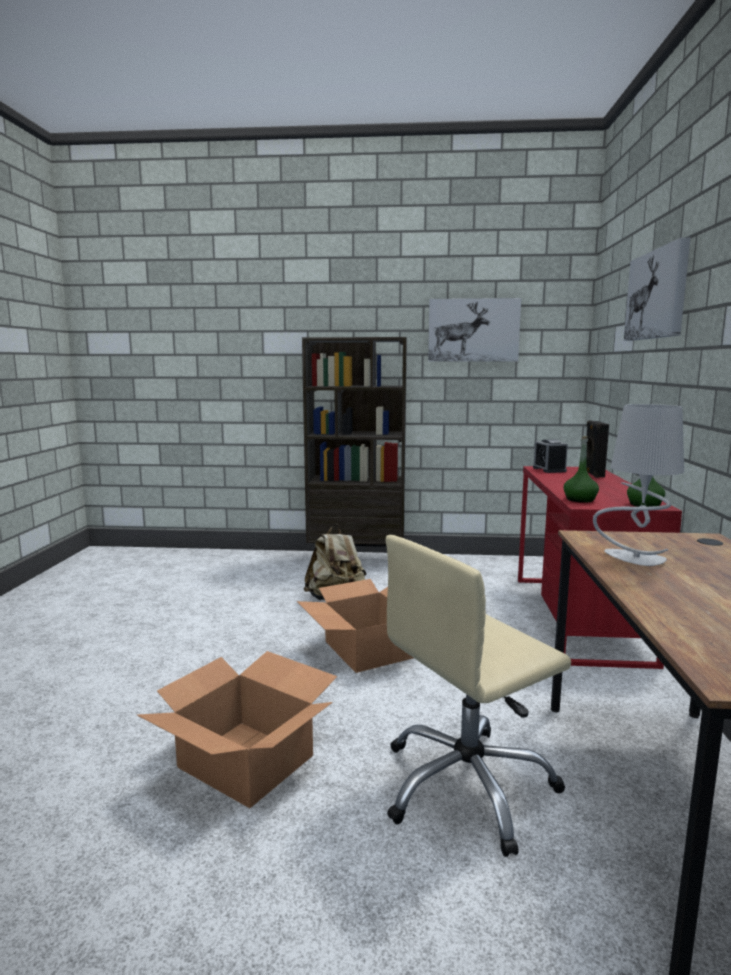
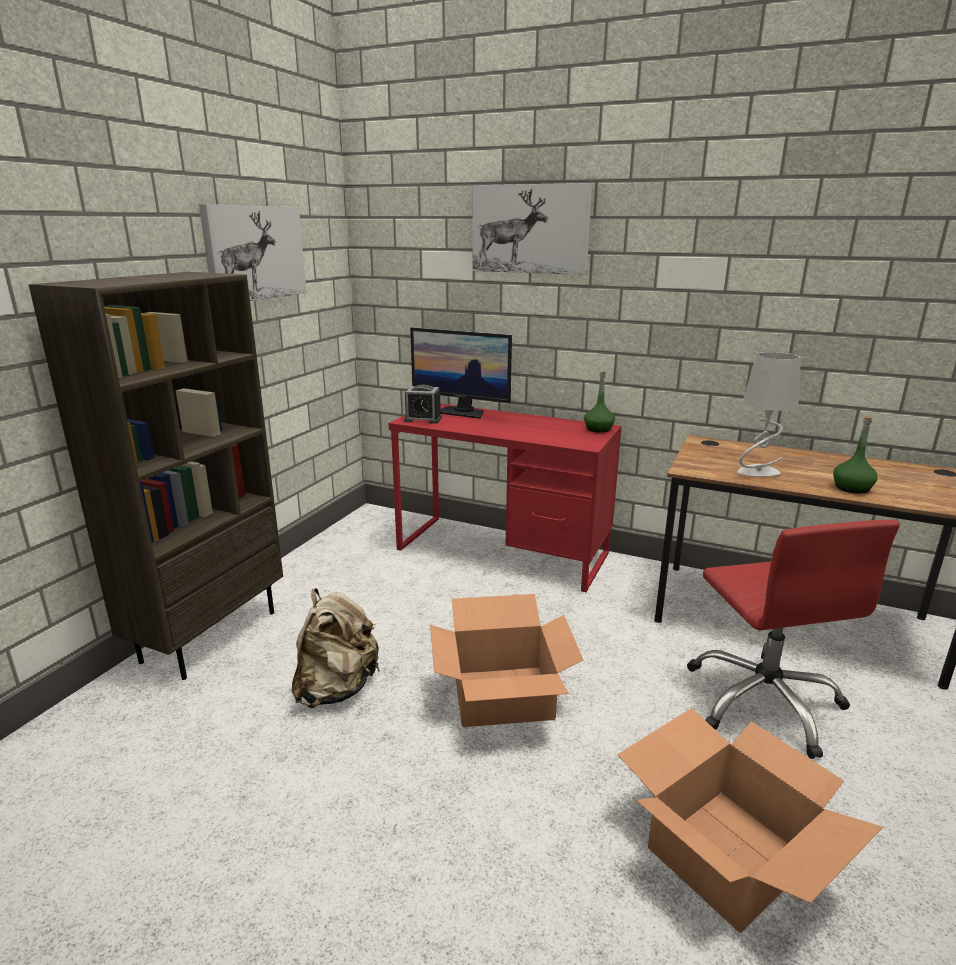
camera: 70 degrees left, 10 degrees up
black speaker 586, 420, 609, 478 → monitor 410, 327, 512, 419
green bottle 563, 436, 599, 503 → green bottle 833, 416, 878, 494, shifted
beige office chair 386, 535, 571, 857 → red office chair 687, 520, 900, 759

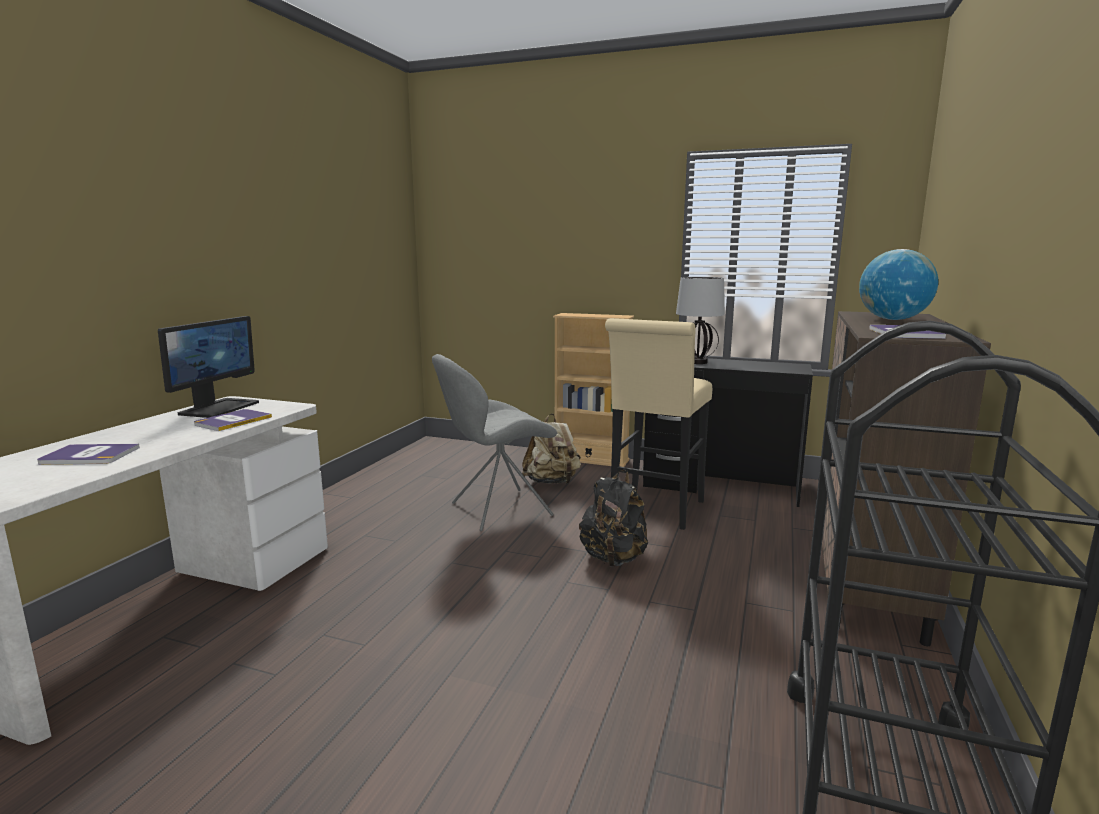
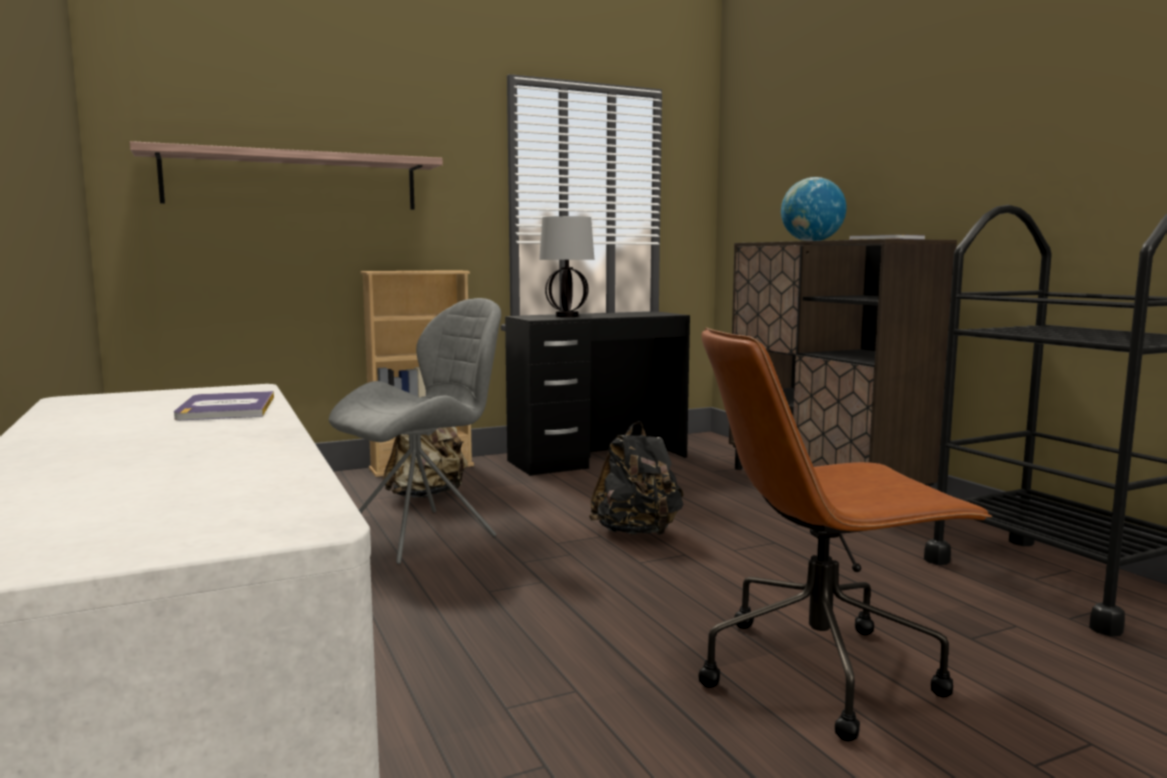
camera: 45 degrees left, 5 degrees down
monitor 158, 316, 259, 418 → -
beige stool 605, 318, 712, 530 → -
grey chair 432, 354, 557, 531 → grey chair 329, 298, 501, 564, 150 degrees counterclockwise
book 37, 444, 140, 465 → -
- → shelf 130, 141, 443, 210
- → brown office chair 699, 327, 992, 741

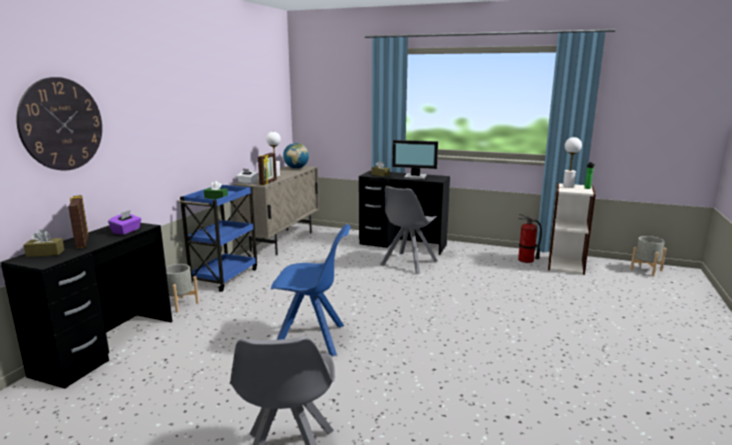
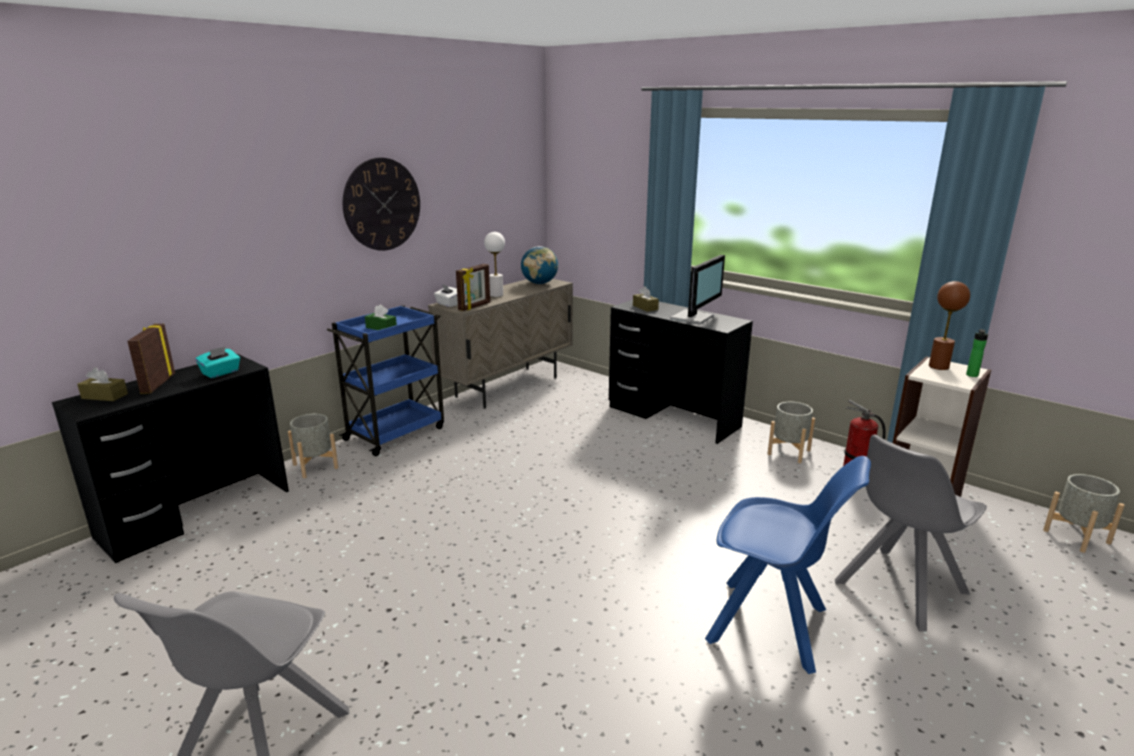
camera: 20 degrees right, 5 degrees up
wall clock 16, 77, 102, 170 → wall clock 343, 157, 420, 251, shifted
white table lamp 563, 137, 582, 188 → brown table lamp 929, 281, 970, 370
monitor 392, 140, 438, 179 → monitor 671, 255, 725, 324, 90 degrees counterclockwise
grey chair 380, 186, 438, 274 → grey chair 835, 434, 987, 632, shifted
purple tissue box 108, 210, 141, 235 → turquoise tissue box 195, 346, 240, 378
blue chair 271, 224, 351, 356 → blue chair 705, 456, 871, 674, shifted
- → grey planter 768, 402, 815, 463

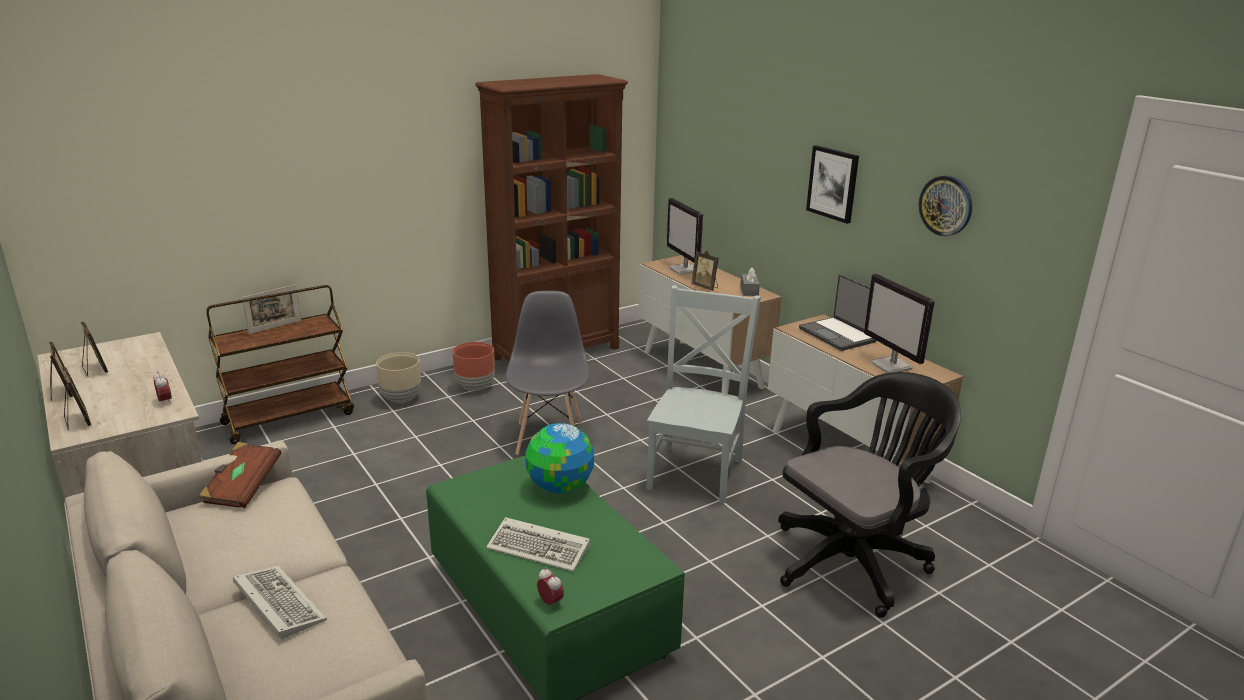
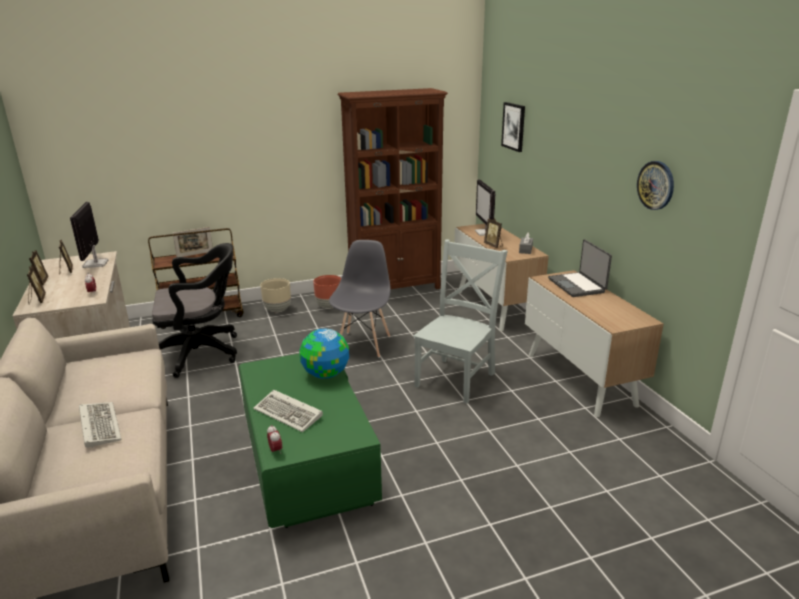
camera: 15 degrees right, 0 degrees up
picture 806, 145, 859, 224 → picture 501, 102, 525, 152, shifted
monitor 864, 274, 935, 373 → monitor 70, 202, 108, 268, shifted
black office chair 778, 372, 961, 618 → black office chair 152, 243, 237, 378, shifted
brown book 199, 442, 282, 508 → -

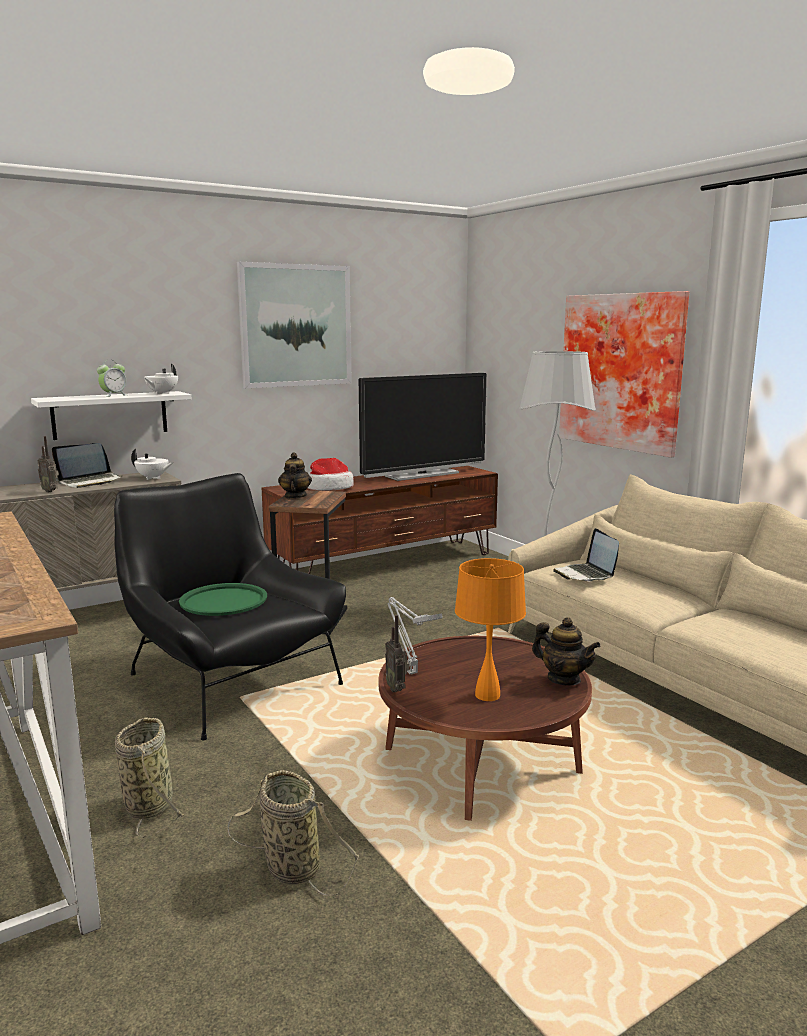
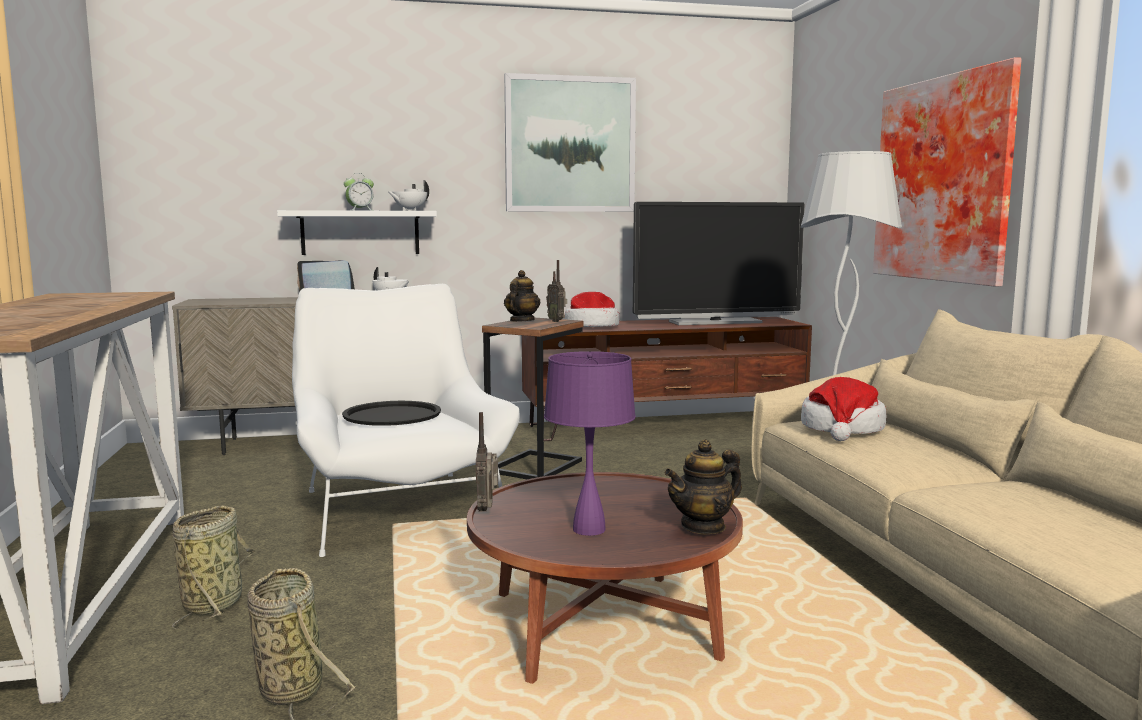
camera: 20 degrees right, 5 degrees down
radio 38, 436, 59, 493 → radio 546, 260, 567, 322, shifted
black armchair 114, 473, 346, 740 → white armchair 292, 284, 520, 557
laptop 553, 528, 619, 581 → hat 801, 377, 886, 441
orange table lamp 455, 558, 526, 701 → purple table lamp 544, 351, 636, 536
green tray 179, 583, 267, 616 → black tray 342, 401, 441, 426
grey table lamp 387, 597, 443, 674 → -
teapot 532, 617, 600, 685 → teapot 665, 439, 742, 535, 90 degrees clockwise

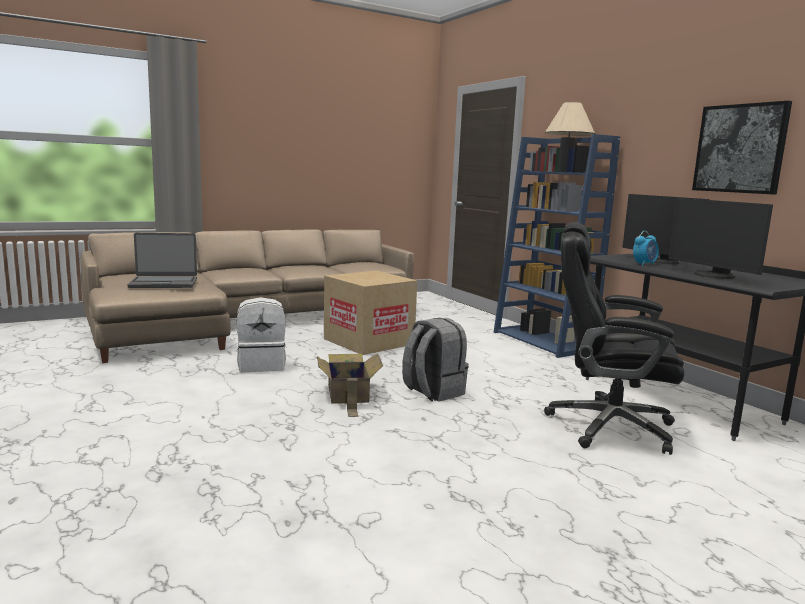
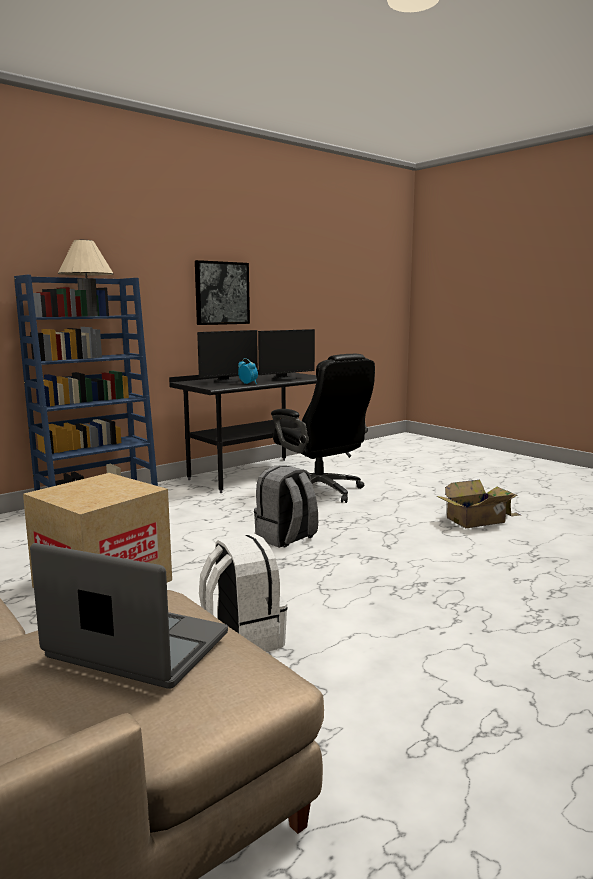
camera: 100 degrees left, 0 degrees up
black office chair 544, 222, 684, 455 → black office chair 271, 354, 375, 503, 45 degrees counterclockwise
laptop 127, 233, 197, 288 → laptop 30, 543, 228, 689, 45 degrees counterclockwise
cardboard box 317, 353, 383, 417 → cardboard box 437, 480, 521, 528, shifted

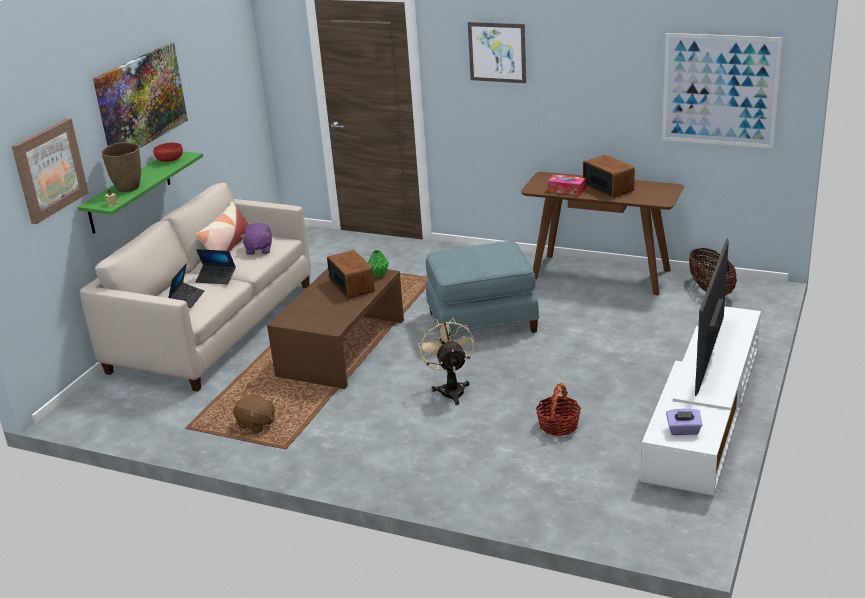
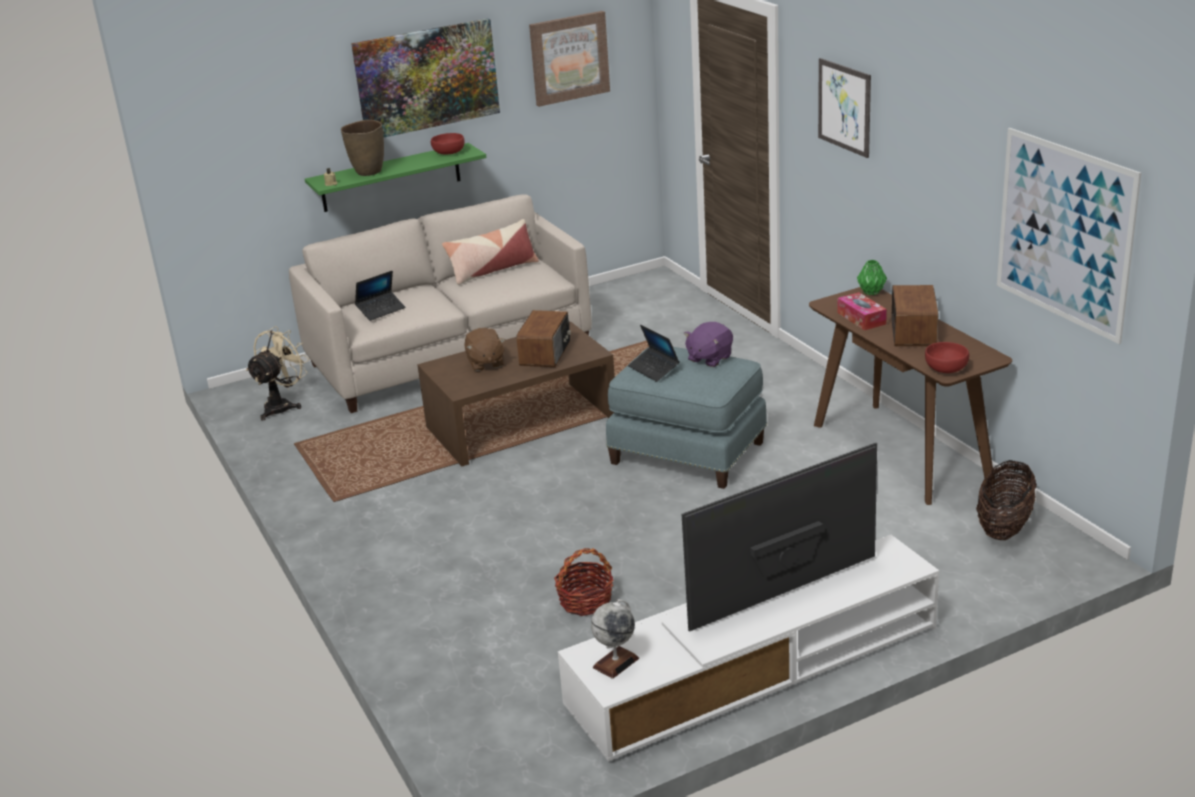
camera: 40 degrees right, 0 degrees up
picture 12, 118, 89, 224 → picture 529, 11, 610, 107, shifted
purple plush toy 241, 223, 272, 255 → purple plush toy 684, 322, 733, 367, shifted
laptop 196, 249, 236, 285 → laptop 628, 325, 680, 382, shifted
green vase 368, 250, 389, 277 → green vase 857, 260, 887, 295, shifted
beige fan 418, 318, 475, 405 → beige fan 246, 326, 310, 421, shifted
brown plush toy 233, 394, 275, 434 → brown plush toy 464, 328, 505, 371, shifted
purple tissue box 666, 409, 702, 435 → globe 591, 599, 639, 679
- → red bowl 925, 342, 969, 373

